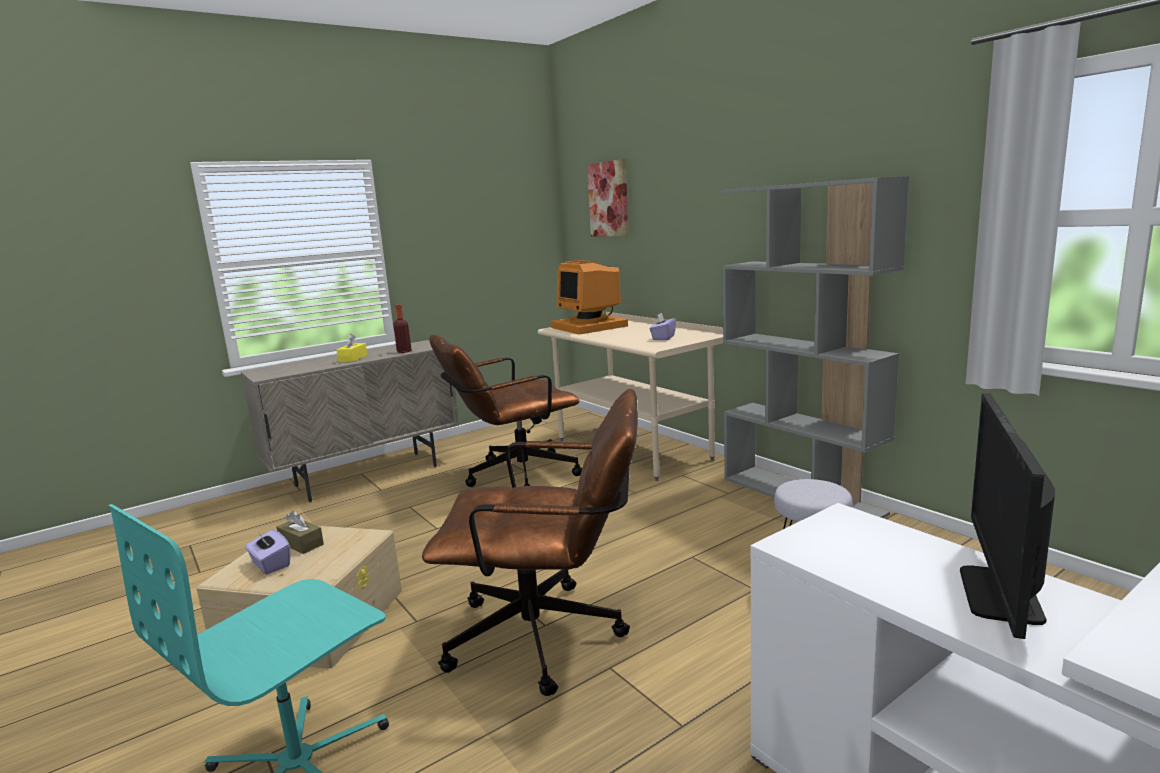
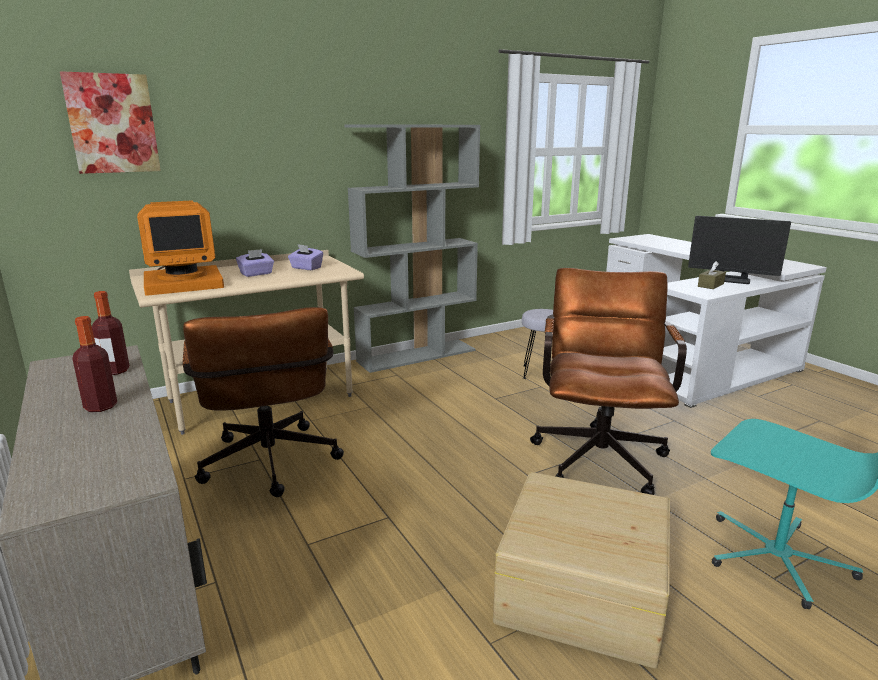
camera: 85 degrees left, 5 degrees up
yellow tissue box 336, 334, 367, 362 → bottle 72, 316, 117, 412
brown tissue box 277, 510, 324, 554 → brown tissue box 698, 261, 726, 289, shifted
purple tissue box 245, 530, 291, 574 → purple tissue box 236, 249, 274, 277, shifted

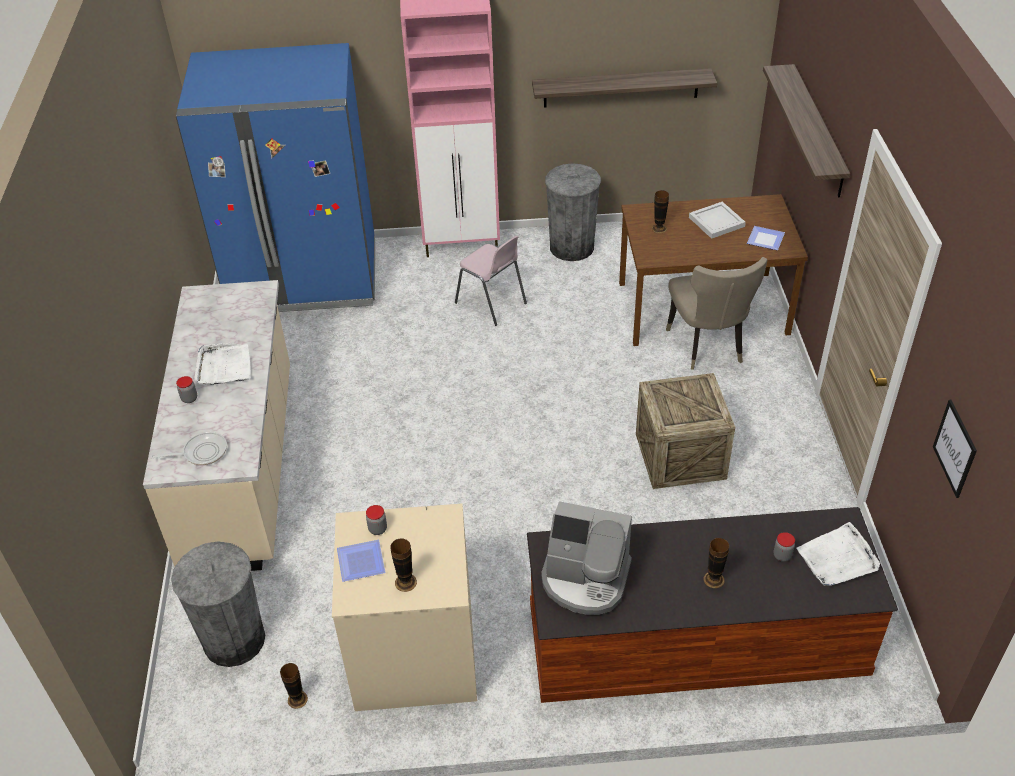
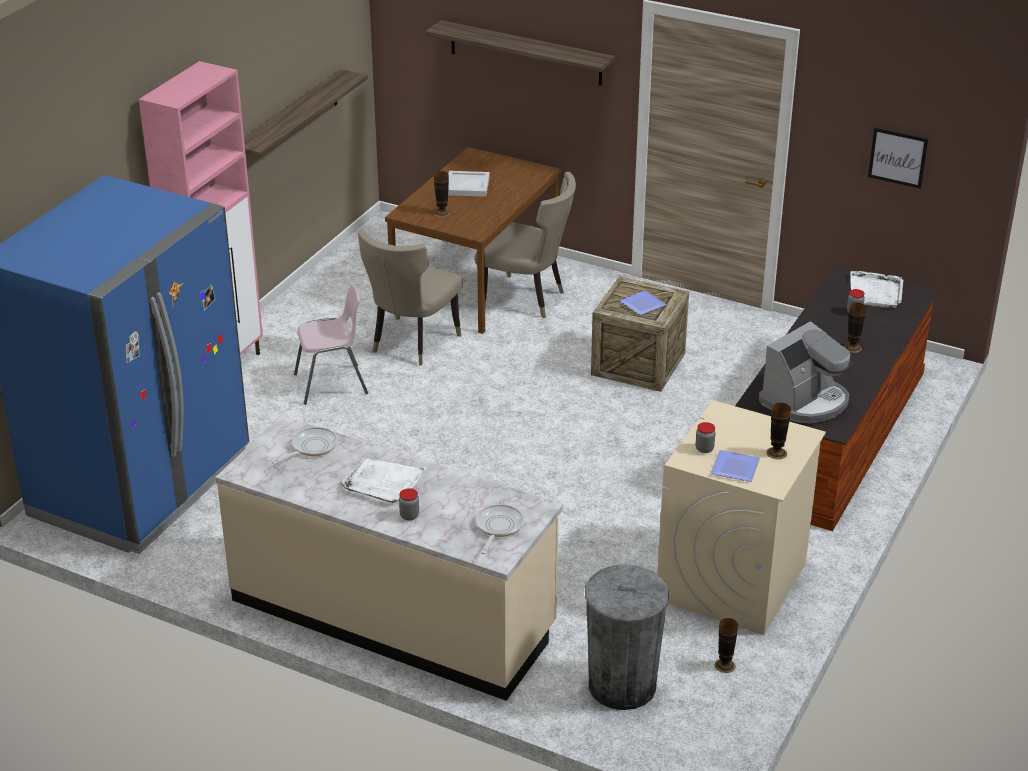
camera: 60 degrees left, 10 degrees down
grey trash can 545, 163, 601, 261 → -
plate 747, 226, 785, 250 → plate 620, 291, 667, 315, shifted
- → beige chair 358, 229, 463, 366
- → frying pan 272, 427, 338, 464

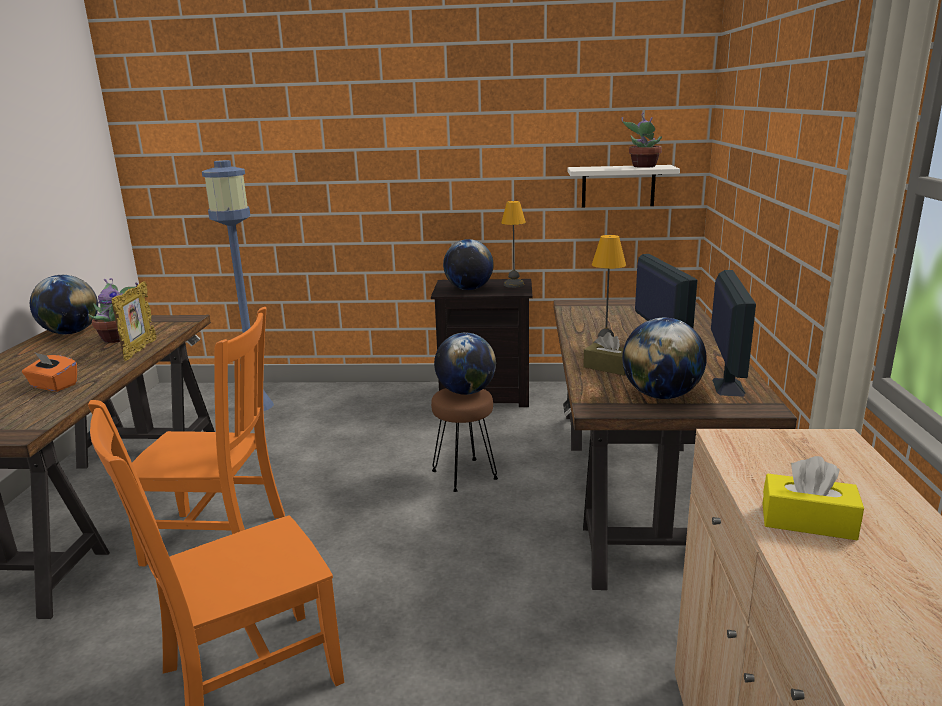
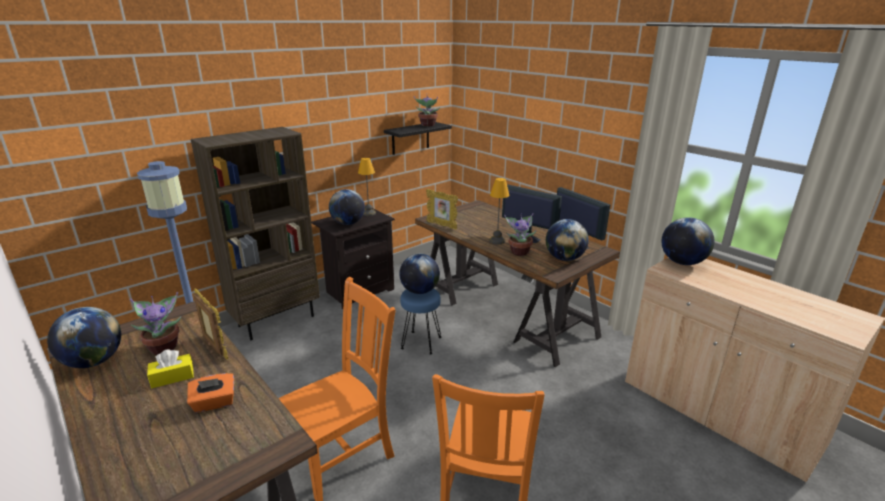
camera: 45 degrees left, 5 degrees up
white shelf 568, 165, 680, 208 → black shelf 384, 122, 452, 155
brown tissue box 583, 332, 626, 375 → potted plant 504, 213, 536, 256
brown stool 431, 388, 498, 492 → blue stool 400, 288, 441, 355
yellow tissue box 762, 456, 864, 540 → yellow tissue box 147, 349, 194, 388, shifted
- → brown bookcase 191, 127, 320, 340
- → picture frame 426, 189, 458, 230
- → globe 661, 217, 715, 265

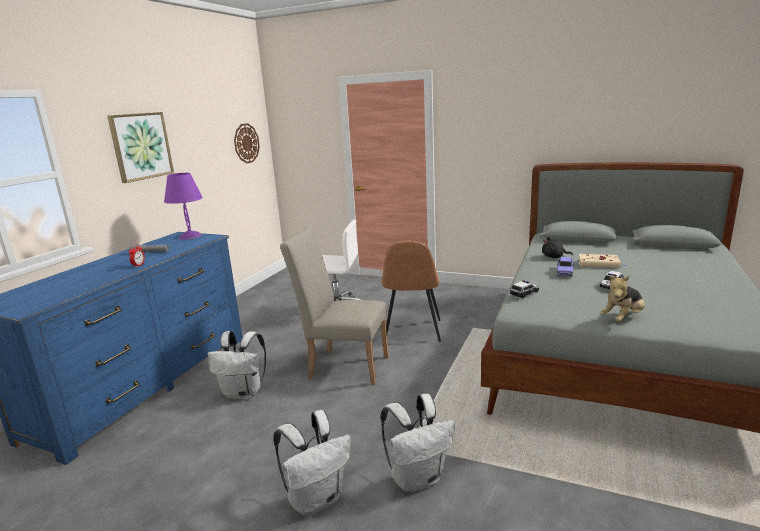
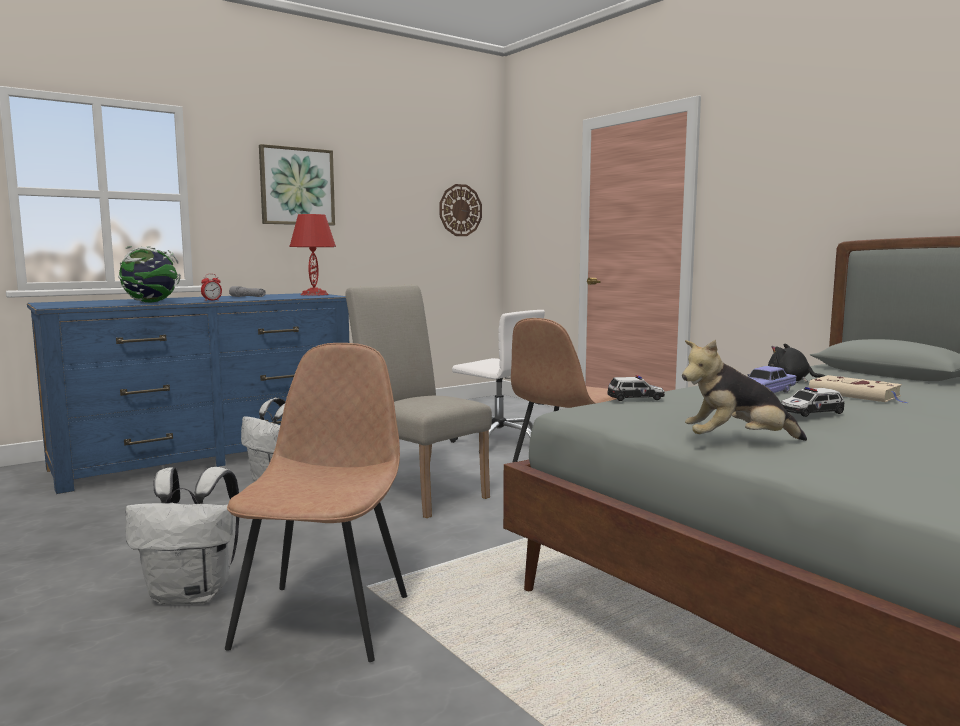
camera: 30 degrees right, 10 degrees down
purple table lamp 164, 173, 203, 240 → red table lamp 289, 214, 336, 296
white backpack 381, 394, 455, 493 → brown chair 225, 343, 407, 662
- → globe 118, 246, 181, 302

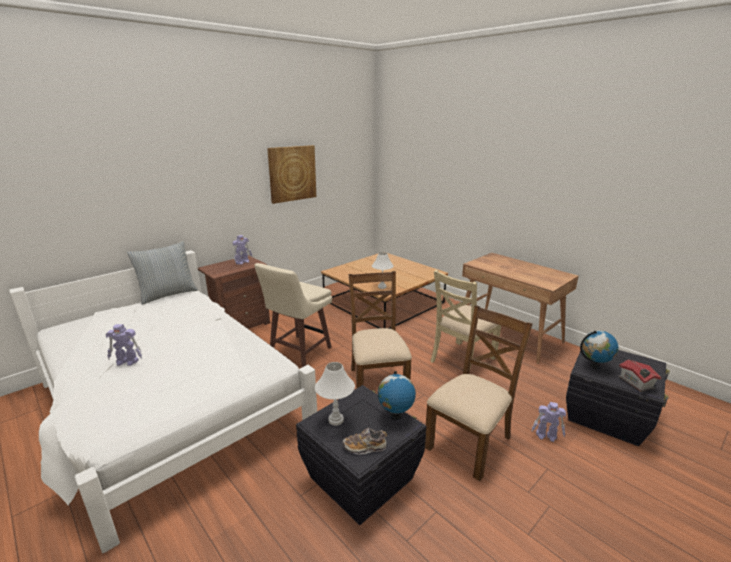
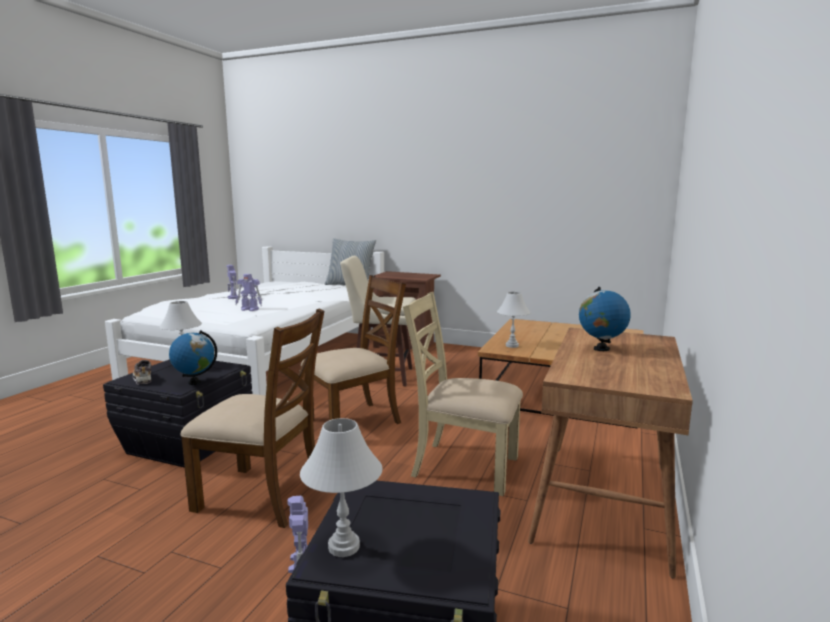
camera: 65 degrees right, 10 degrees down
picture 267, 145, 316, 204 → -
toy robot 233, 235, 252, 265 → toy robot 235, 274, 262, 311, shifted
globe 580, 331, 619, 369 → globe 579, 287, 631, 351, shifted
toy house 619, 359, 661, 392 → white table lamp 300, 418, 382, 557

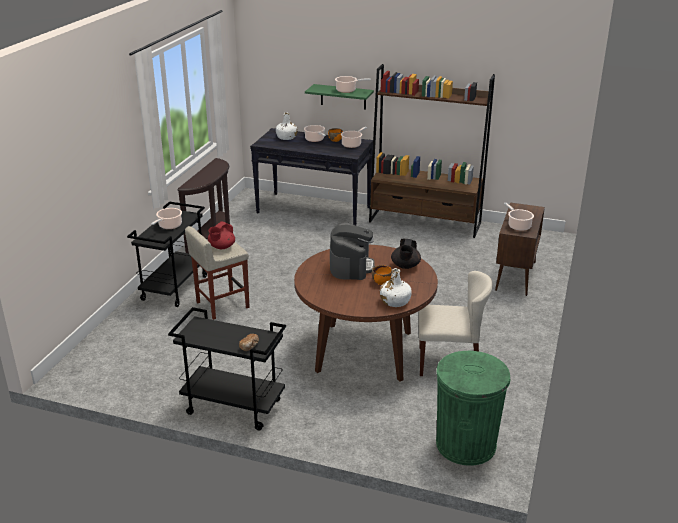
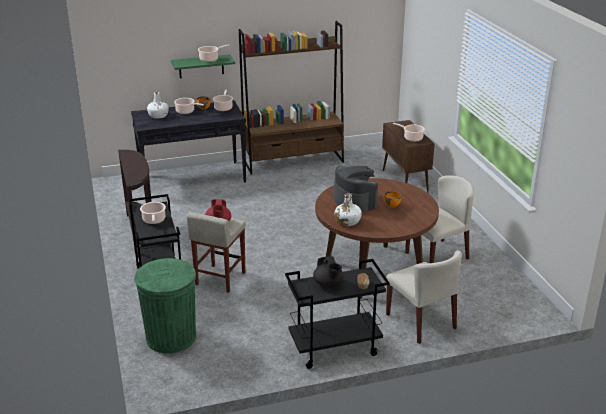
camera: 35 degrees left, 0 degrees up
black teapot 391, 239, 421, 269 → black teapot 313, 256, 343, 287, shifted
white bottle 380, 268, 412, 307 → white bottle 334, 193, 362, 226, shifted
green trash can 436, 351, 510, 466 → green trash can 134, 258, 196, 353, shifted
- → beige chair 386, 250, 462, 344

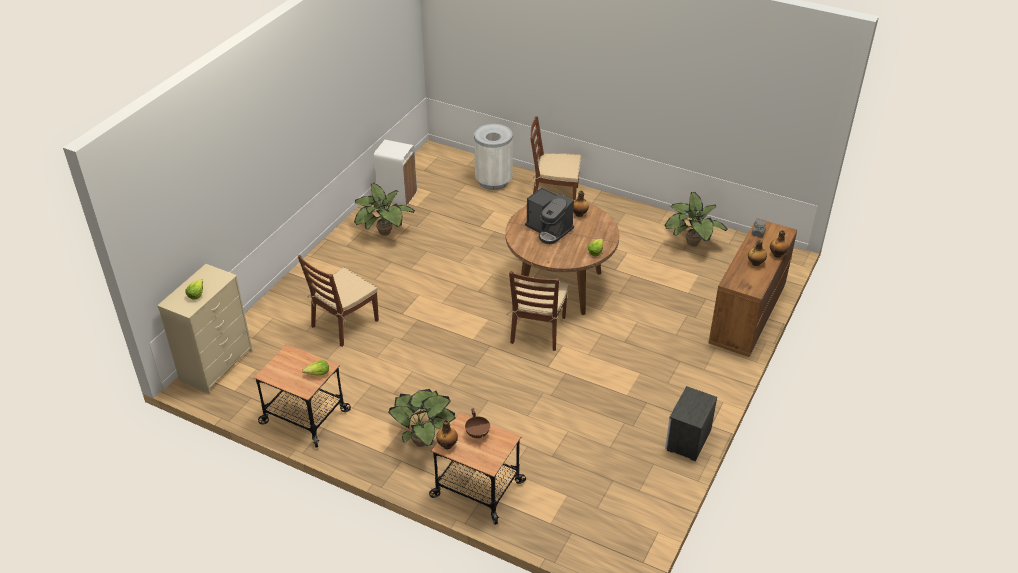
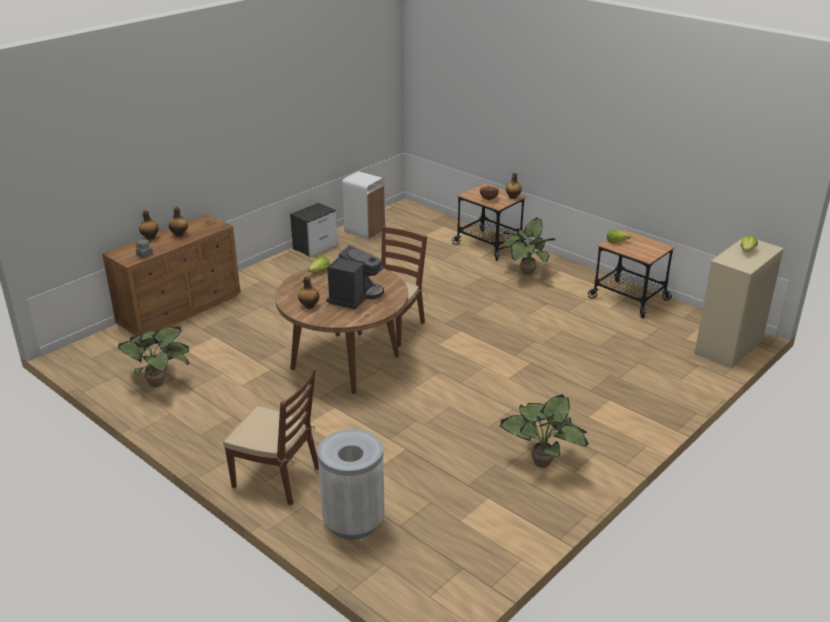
camera: 165 degrees left, 10 degrees down
white trash can 374, 140, 417, 206 → white trash can 342, 171, 385, 239, shifted
coffee machine 525, 188, 574, 244 → coffee machine 326, 245, 384, 310, 60 degrees clockwise
brown chair 298, 255, 379, 347 → -

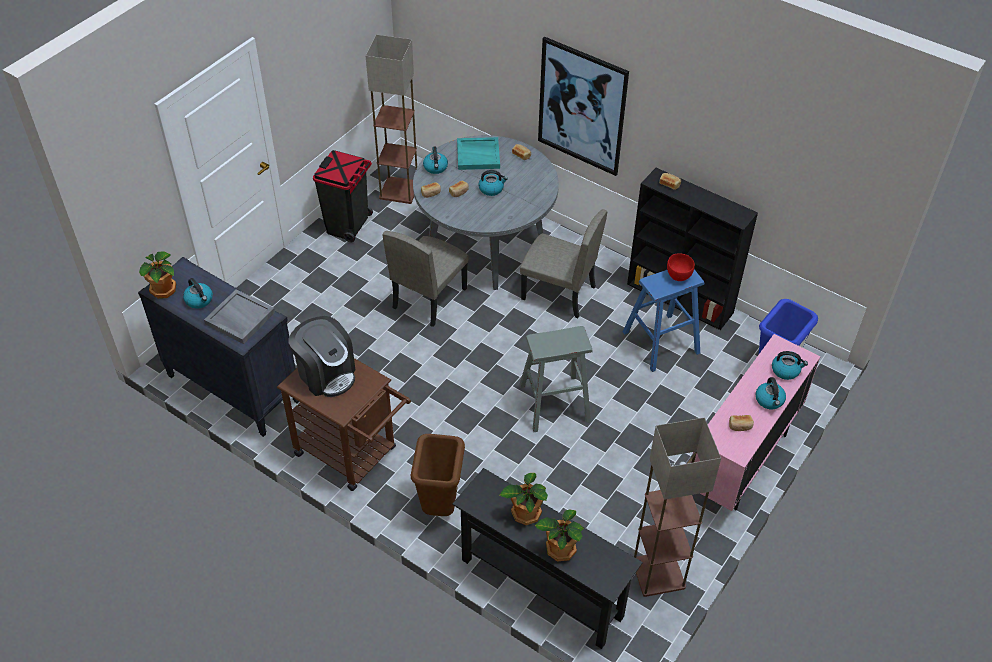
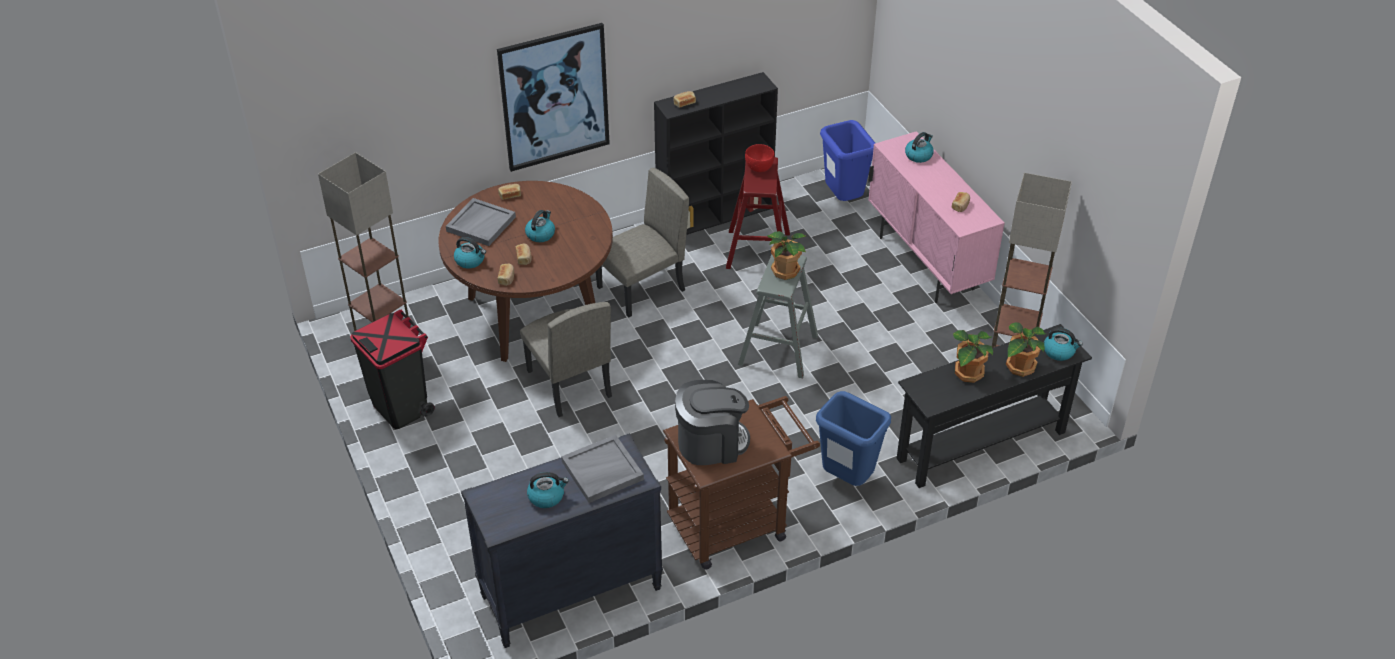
camera: 60 degrees left, 5 degrees down
grey dining table 413, 135, 559, 290 → brown dining table 438, 181, 613, 362
turquoise tray 457, 137, 500, 170 → grey tray 446, 198, 516, 246
potted plant 139, 251, 176, 299 → potted plant 767, 231, 807, 280, shifted
blue stool 623, 270, 704, 372 → red stool 726, 157, 790, 269
kettle 755, 377, 786, 409 → kettle 1044, 328, 1083, 361, shifted
brown trash can 411, 434, 465, 516 → blue trash can 816, 391, 891, 486

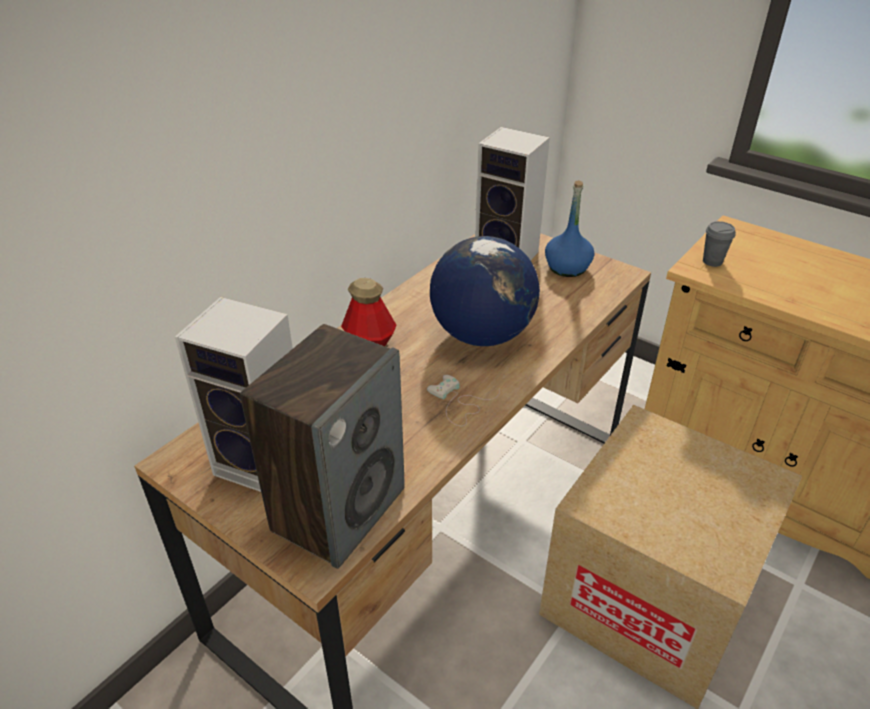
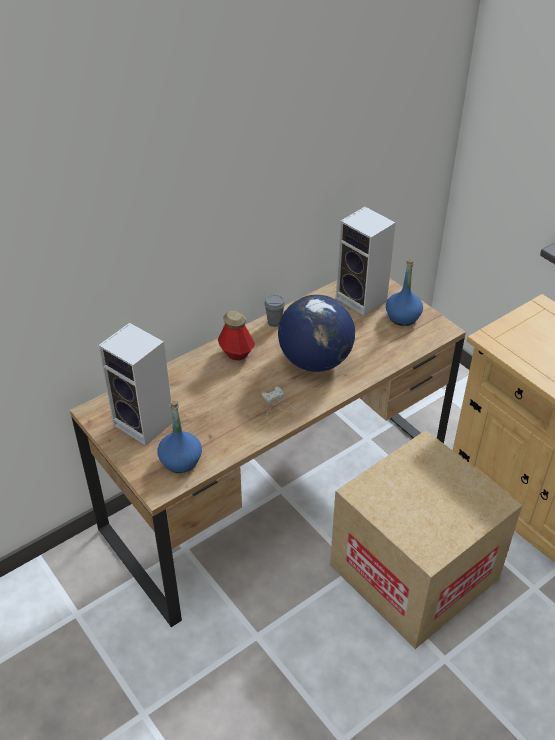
camera: 15 degrees right, 5 degrees up
grey cup 703, 221, 736, 267 → grey cup 264, 295, 285, 327, shifted
speaker 240, 324, 405, 569 → blue bottle 157, 400, 202, 473

